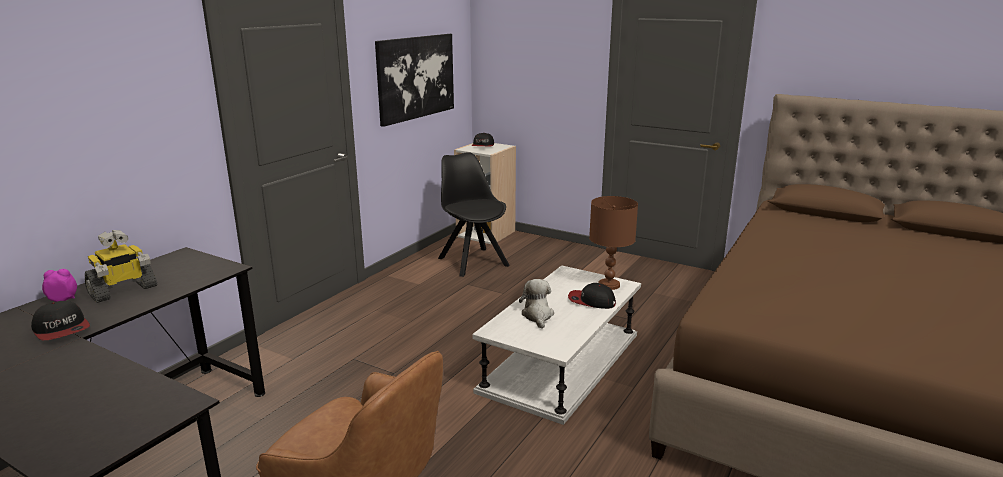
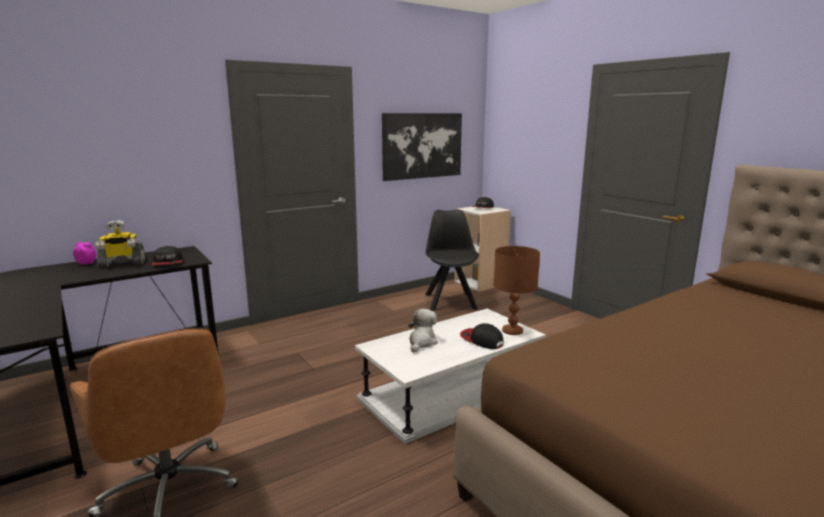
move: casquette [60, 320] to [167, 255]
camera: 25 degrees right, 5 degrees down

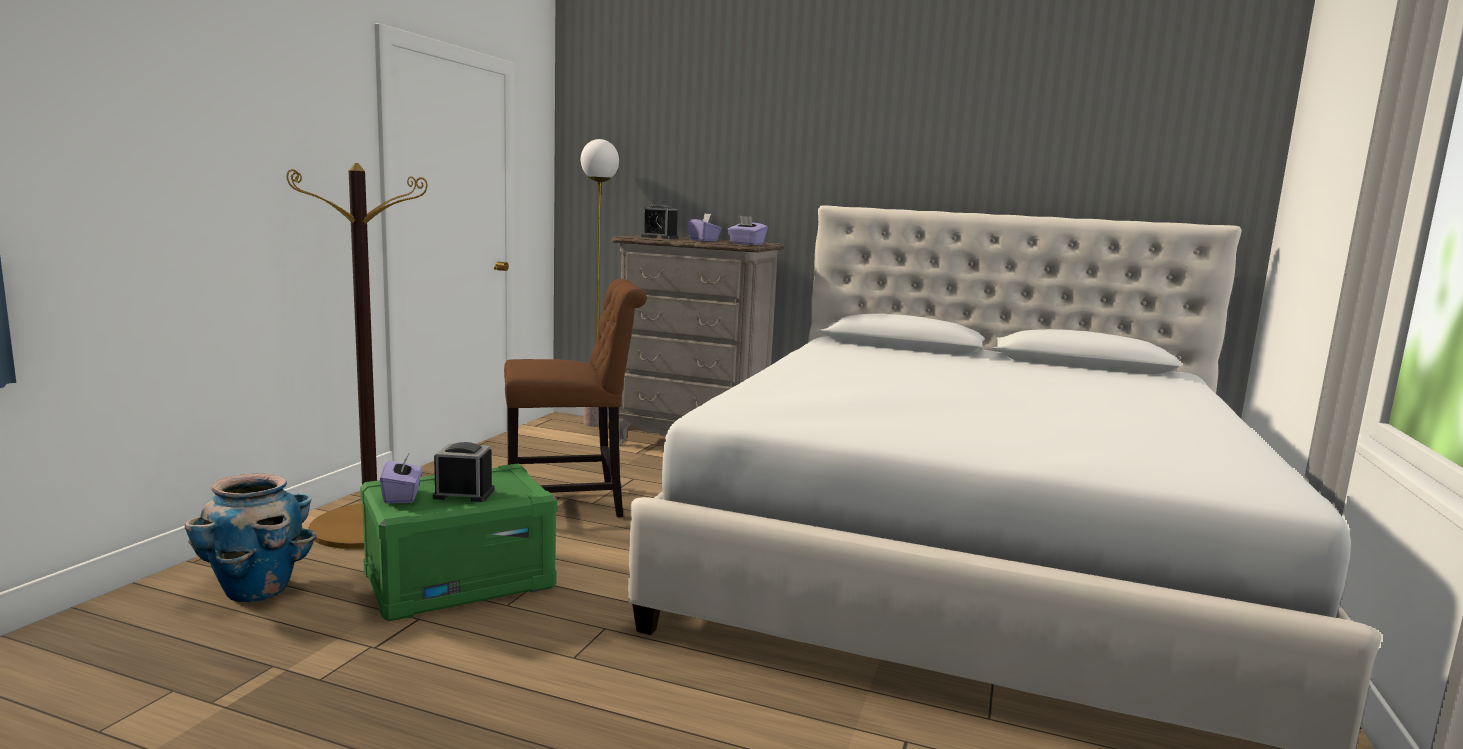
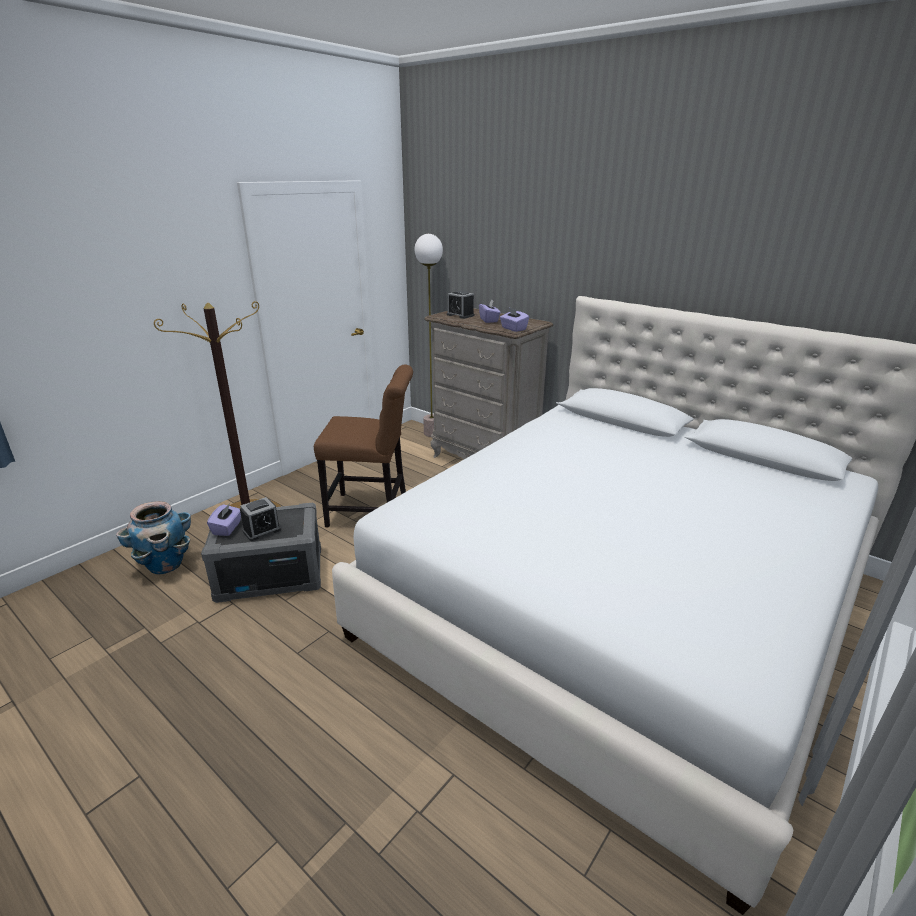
recolor: boîte de rangement (vert) [458, 542] to boîte de rangement (gris) [261, 552]
rotate: réveil [464, 472] = [260, 519] 120 degrees clockwise
camera: 20 degrees right, 15 degrees up

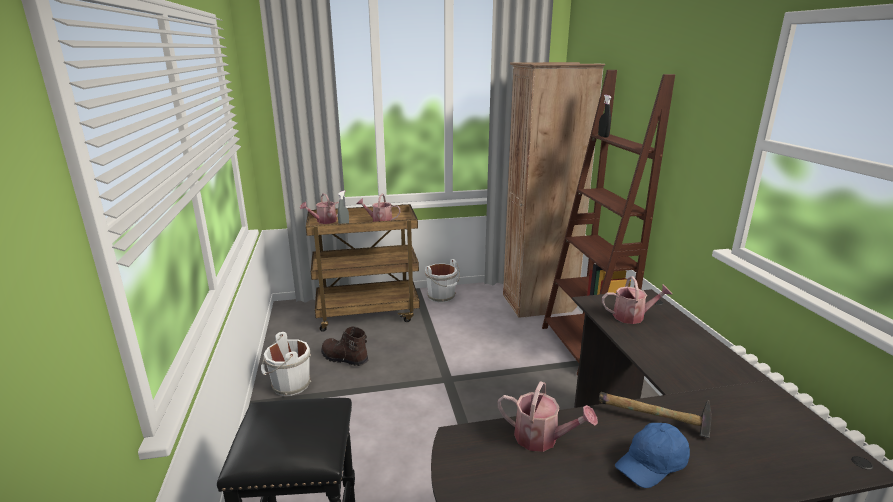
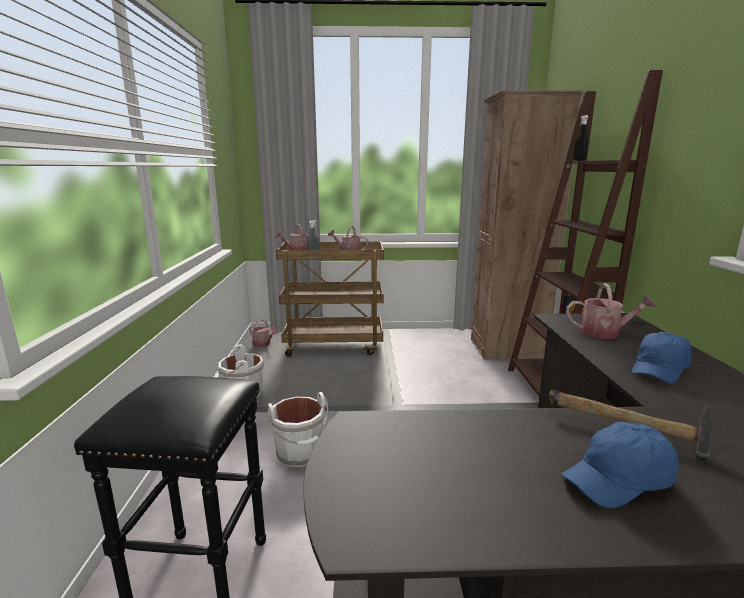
delete: botte (marron) [345, 346]
insert: casquette (bleu) [662, 358]
move: arrosoir [548, 416] to [263, 333]; seau (blanc) [442, 281] to [298, 429]
camera: 10 degrees right, 5 degrees down

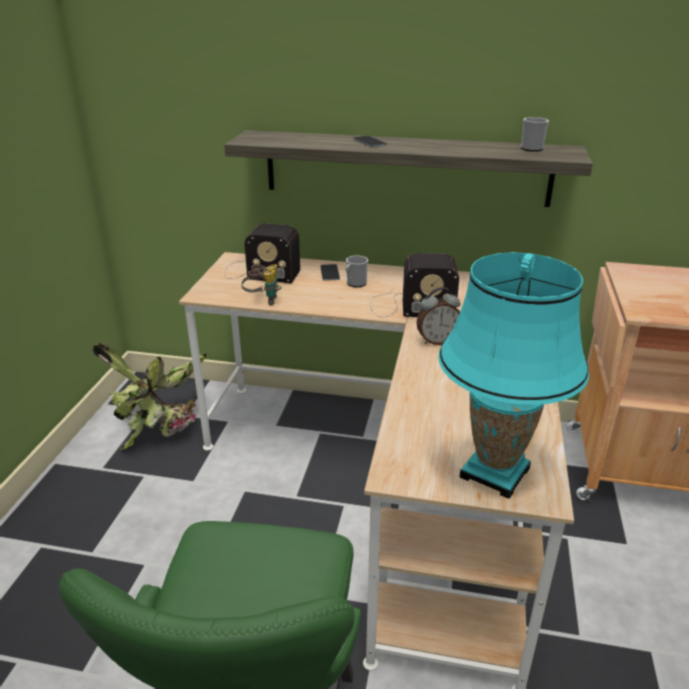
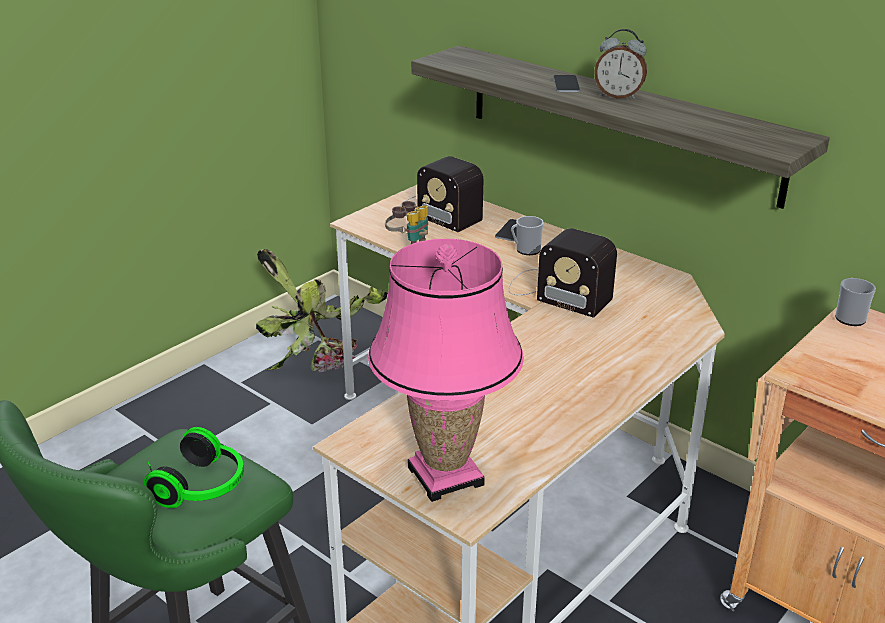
insert: casque audio [193, 467]
move: réveil [438, 316] to [620, 64]; mug [535, 134] to [855, 302]
recolor: lampe de table (turquoise) [513, 375] to lampe de table (rose) [446, 370]
camera: 30 degrees right, 0 degrees up

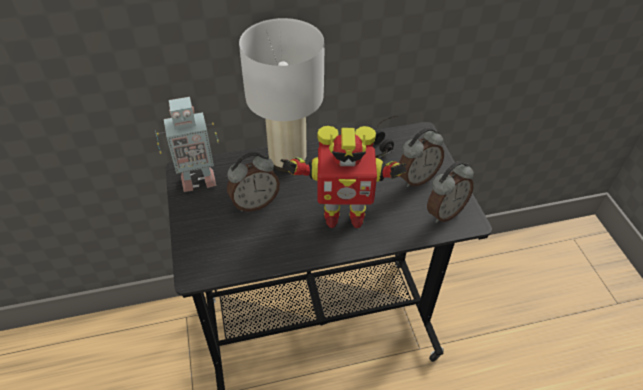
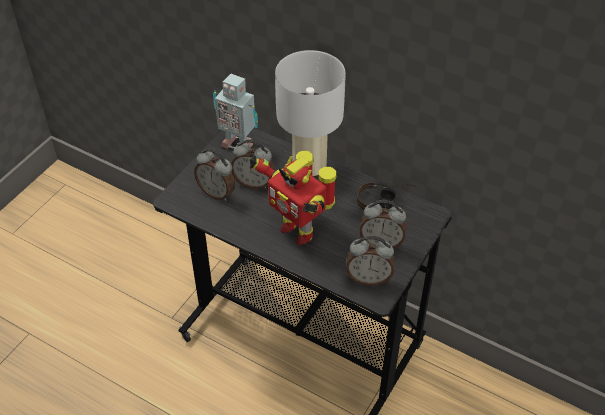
insert: réveil [215, 175]
camera: 45 degrees right, 0 degrees up

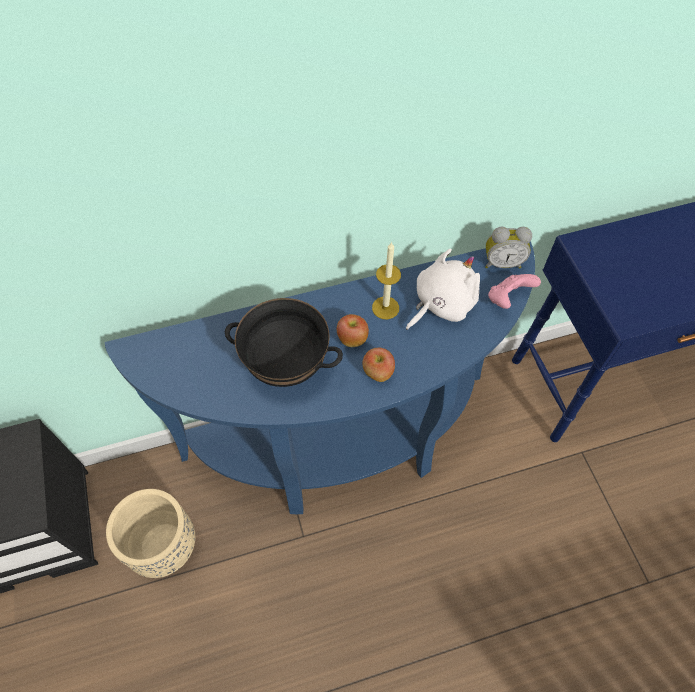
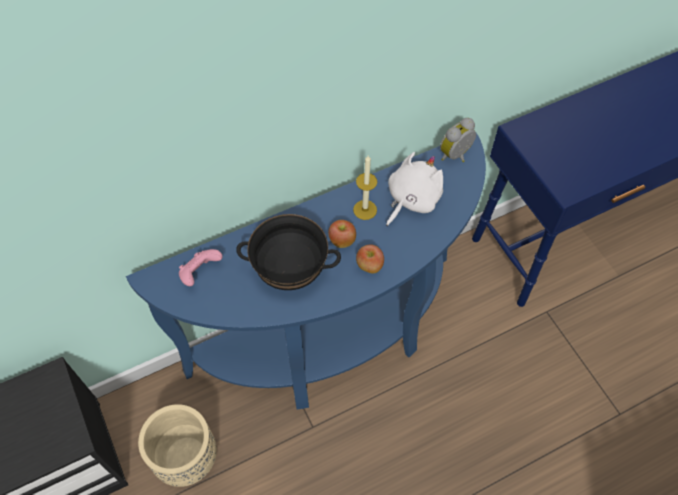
move: manette (rose) [514, 291] to [201, 267]
rotate: réveil [508, 247] = [458, 140] 150 degrees clockwise
camera: 10 degrees left, 0 degrees up

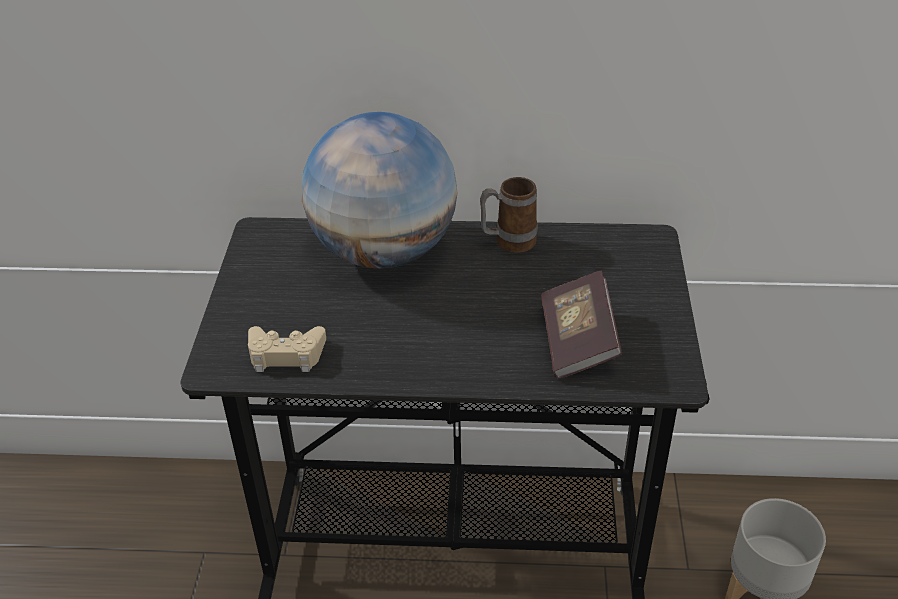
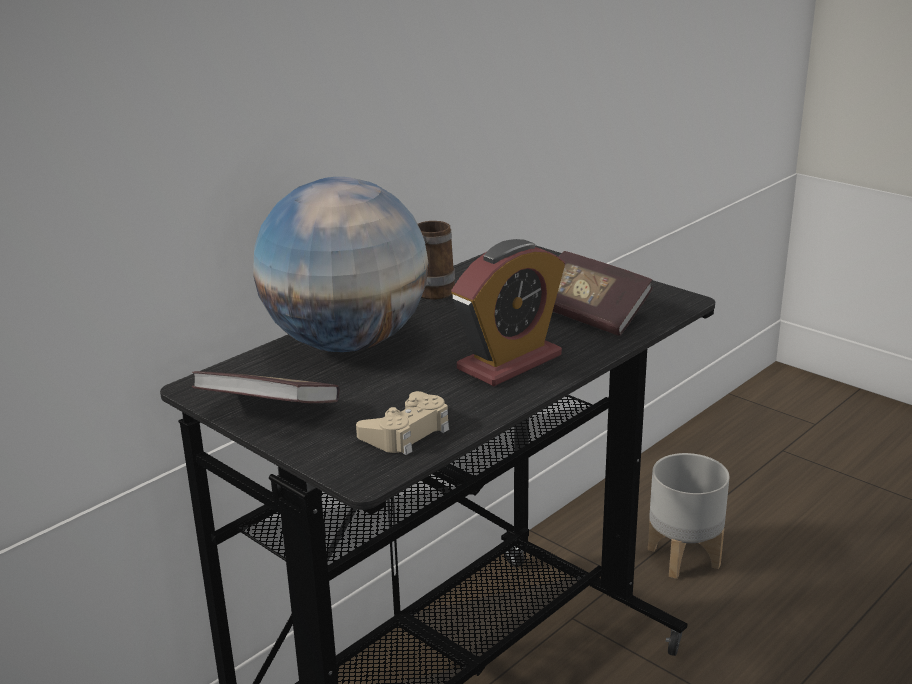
insert: livre [266, 387]; réveil [508, 312]
camera: 50 degrees left, 15 degrees down

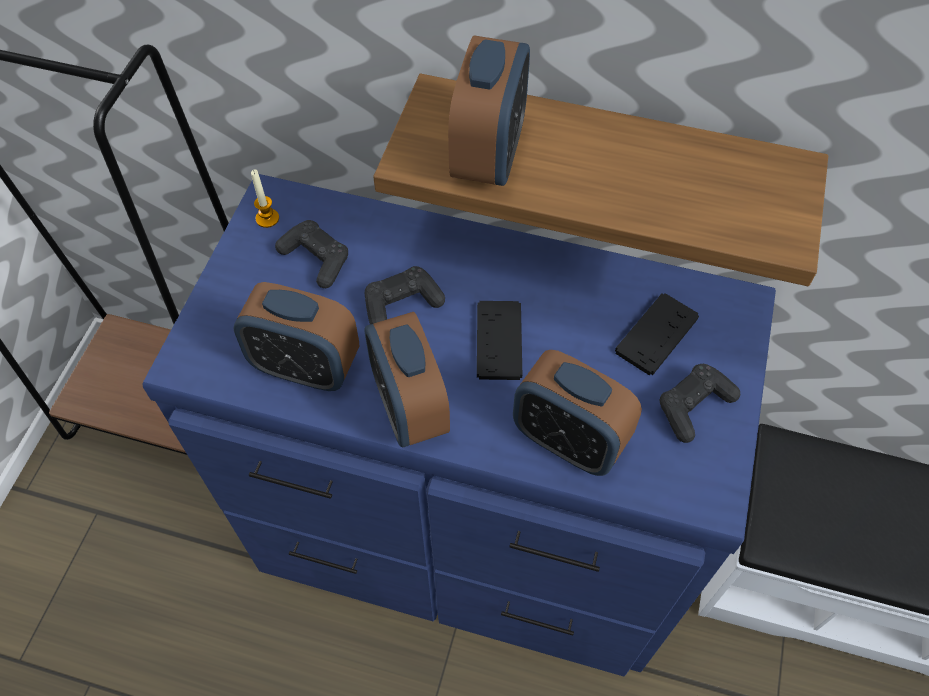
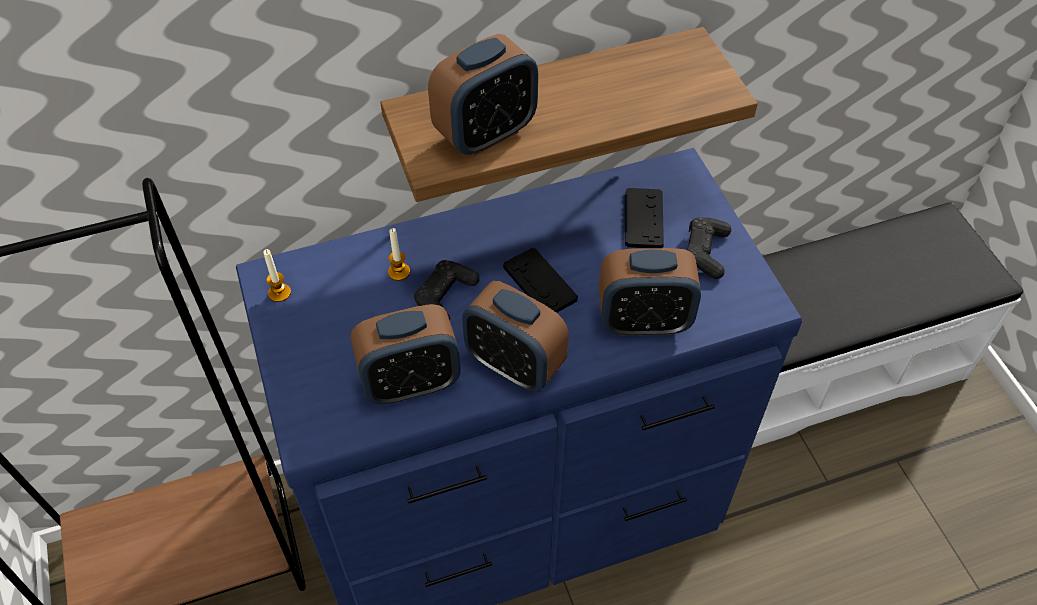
delete: manette (noir) [311, 254]
insert: bougie [399, 254]
rotate: réveil [489, 110] = [483, 95] 75 degrees clockwise
camera: 35 degrees left, 5 degrees down

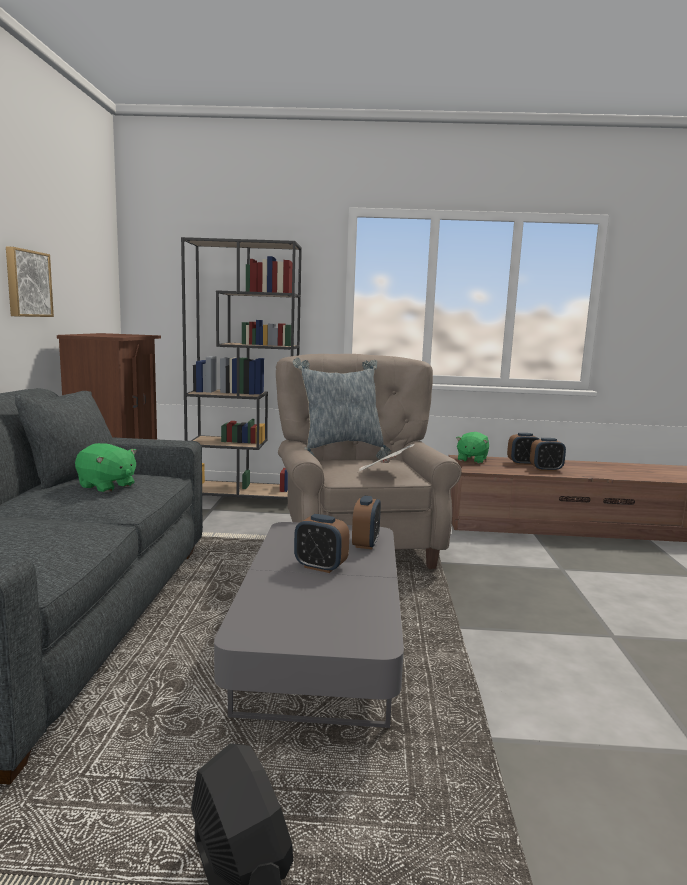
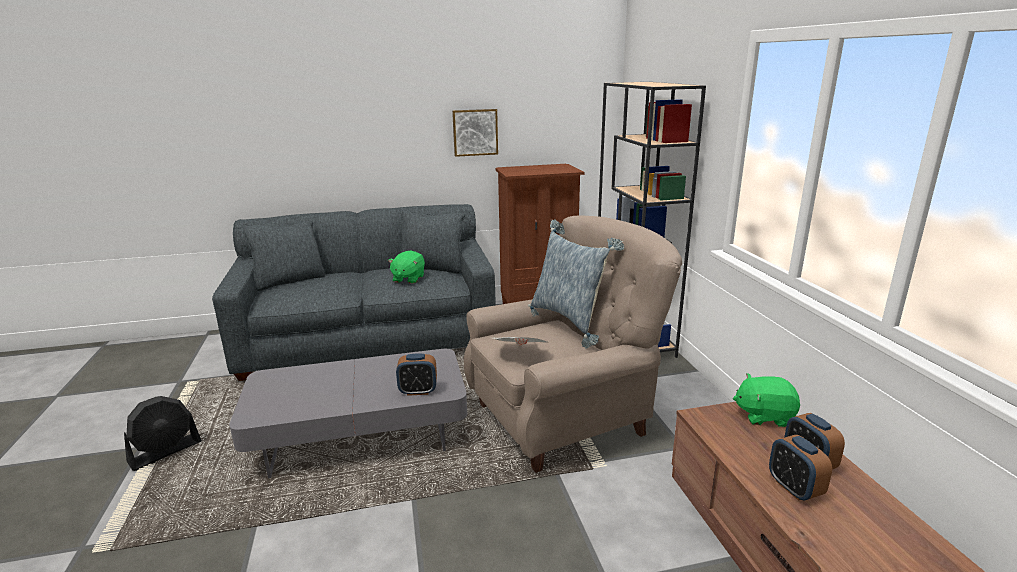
delete: réveil [321, 543]
camera: 75 degrees right, 10 degrees up

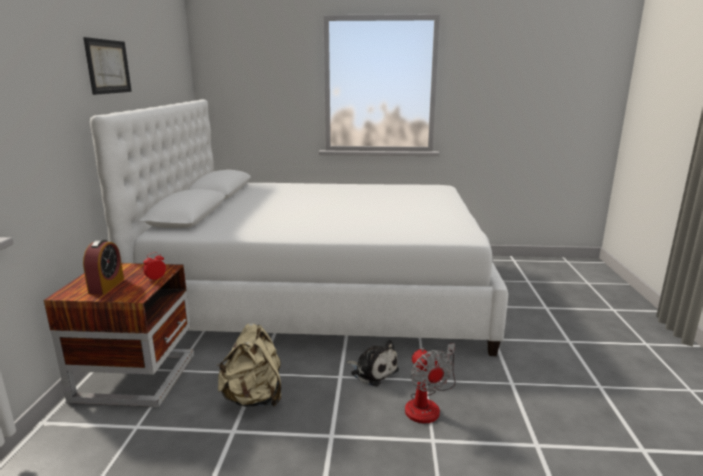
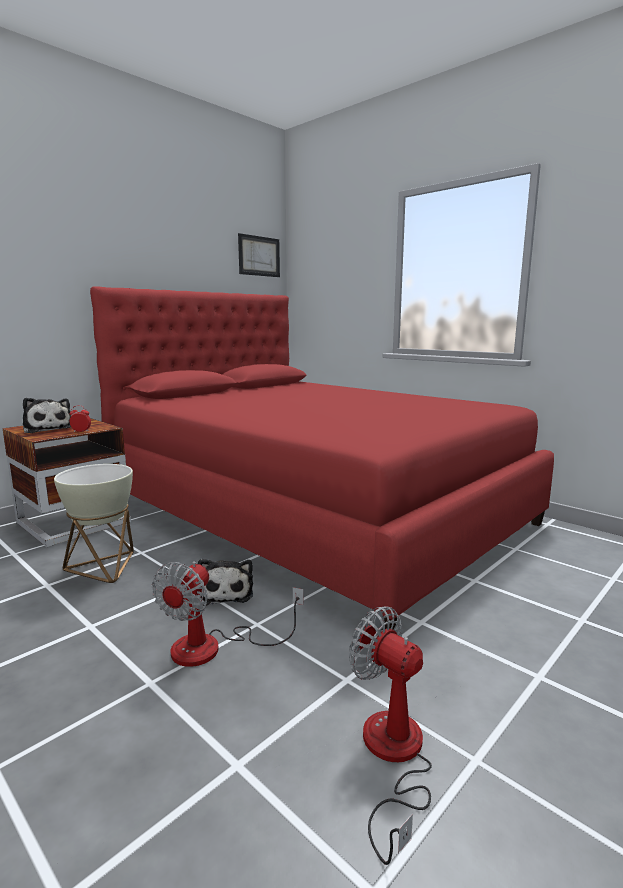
insert: ventilateur [390, 735]
move: tableau [107, 66] to [259, 255]
replace: réveil [103, 267] to peluche [47, 415]; sac à dos (beige) [249, 365] to cache-pot [94, 523]
recolor: lit (blanc) [299, 227] to lit (rouge) [322, 458]
camera: 40 degrees right, 5 degrees down

